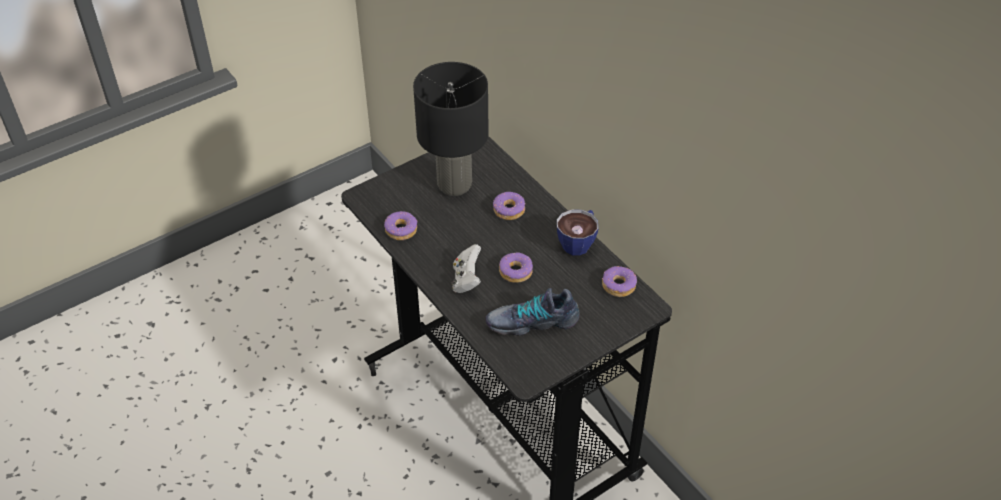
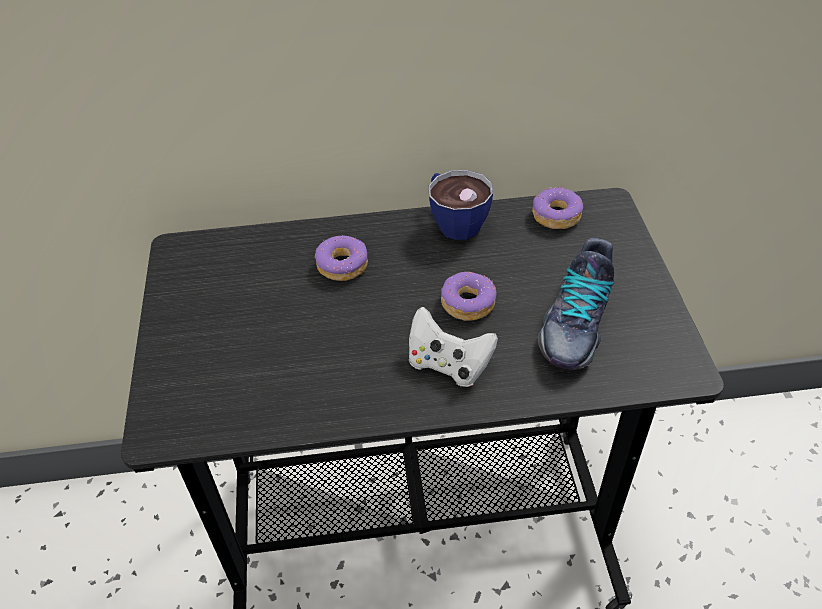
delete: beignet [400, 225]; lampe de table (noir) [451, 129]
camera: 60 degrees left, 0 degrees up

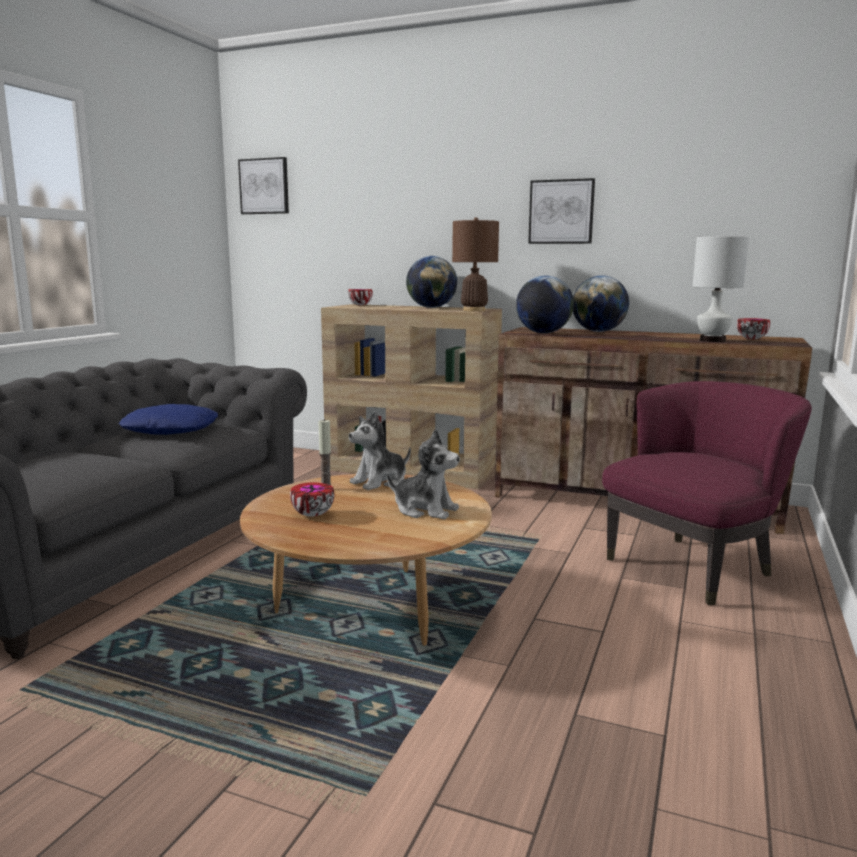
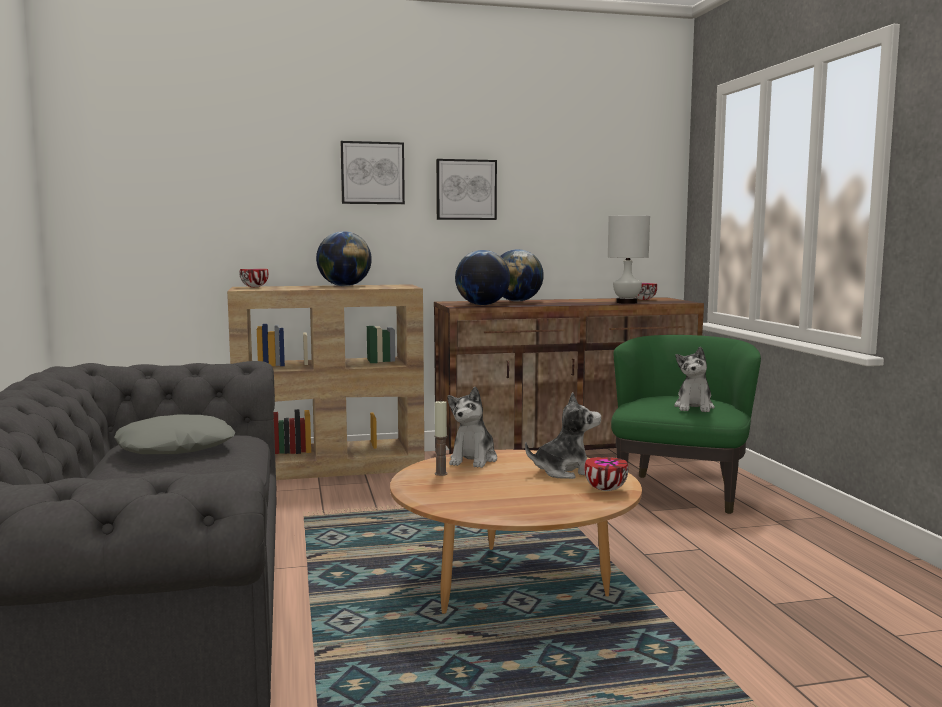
delete: lampe de table (marron) [475, 264]
insert: peluche [694, 379]
move: tableau [263, 185] to [373, 172]; bol [312, 499] to [606, 474]
recolor: coussin (bleu) [168, 419] to coussin (gris) [174, 434]; fauteuil (violet) [707, 493] to fauteuil (vert) [686, 424]
camera: 35 degrees left, 5 degrees down

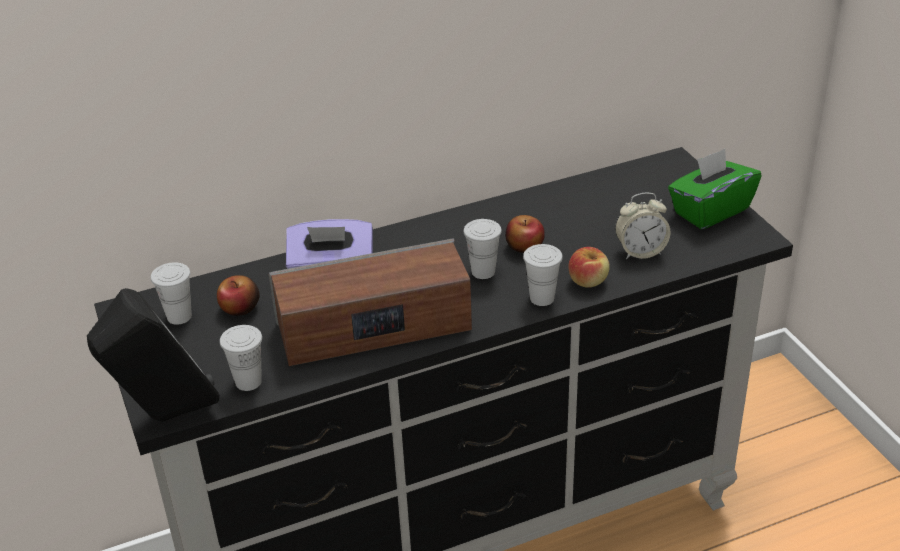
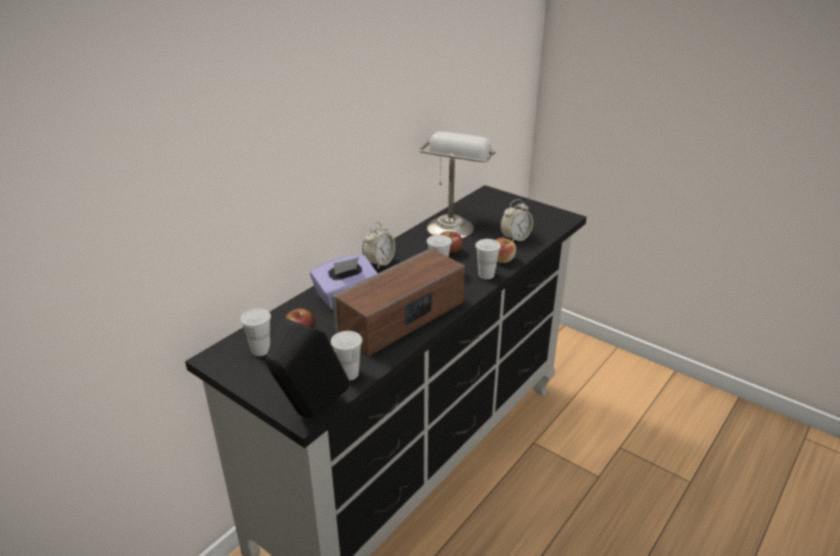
delete: boîte à mouchoirs (vert) [715, 189]
insert: réveil [378, 246]; lampe de table (blanc) [457, 184]
camera: 30 degrees left, 5 degrees down

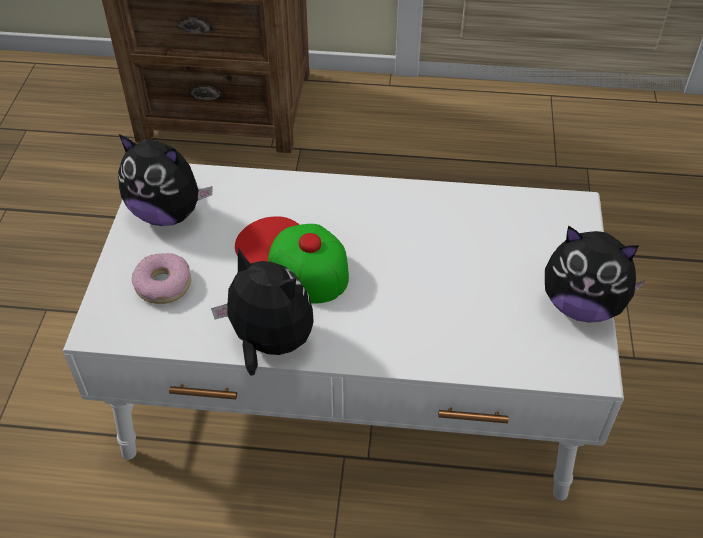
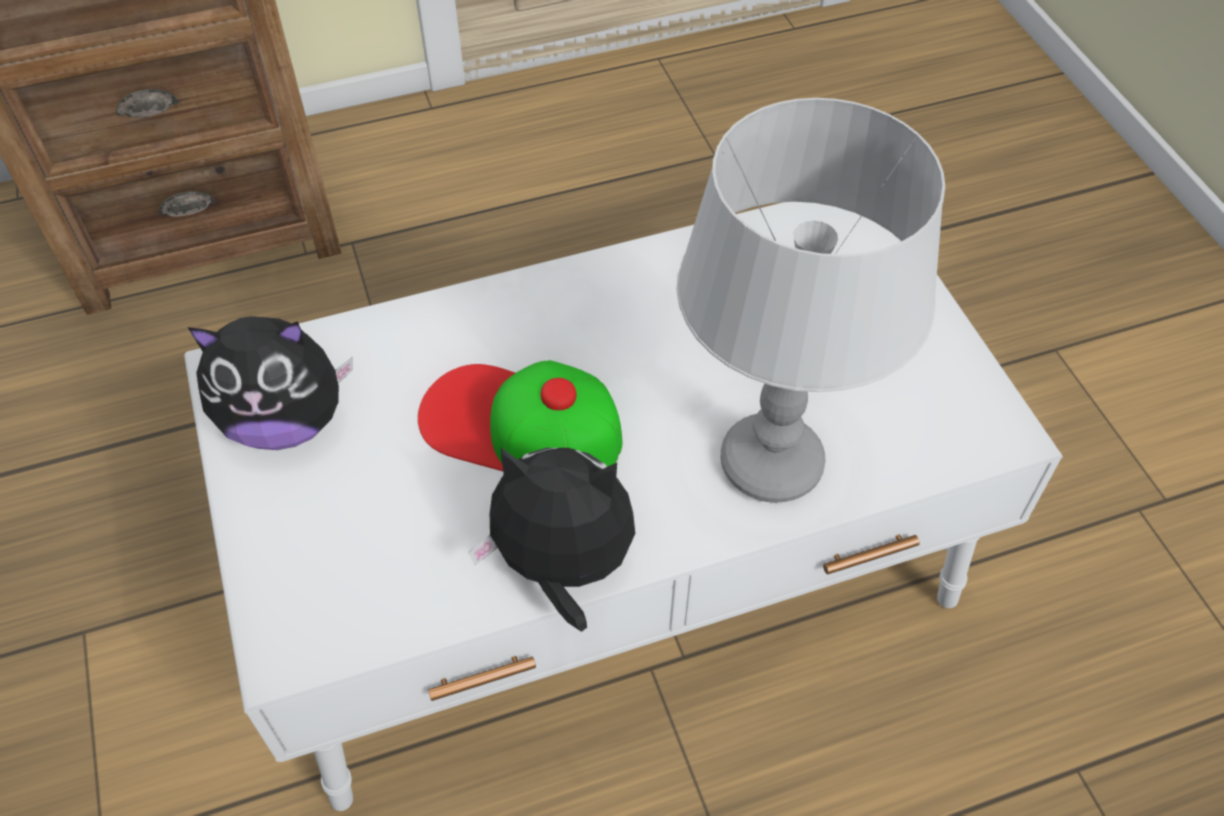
delete: beignet [161, 278]; peluche [595, 274]
insert: lampe de table (gris) [811, 300]
camera: 25 degrees left, 5 degrees up

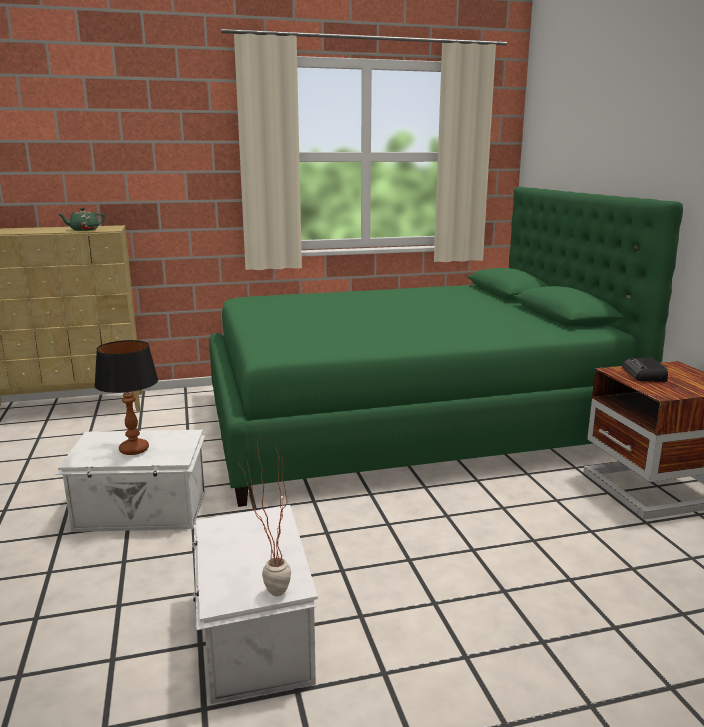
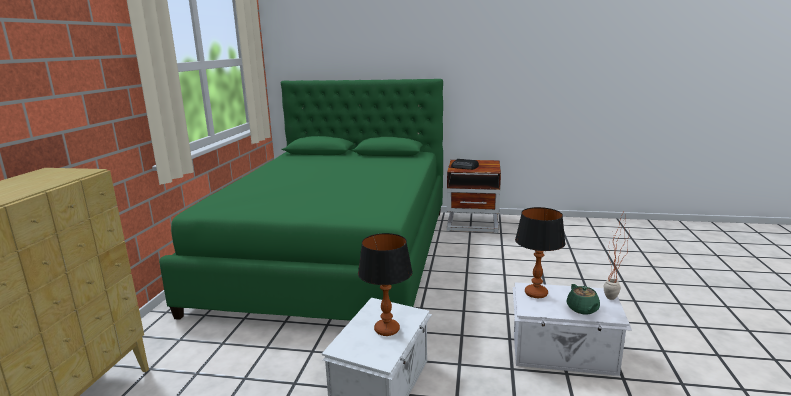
insert: lampe de table [540, 252]
move: théière (vert) [81, 219] to [583, 299]
camera: 65 degrees left, 0 degrees up

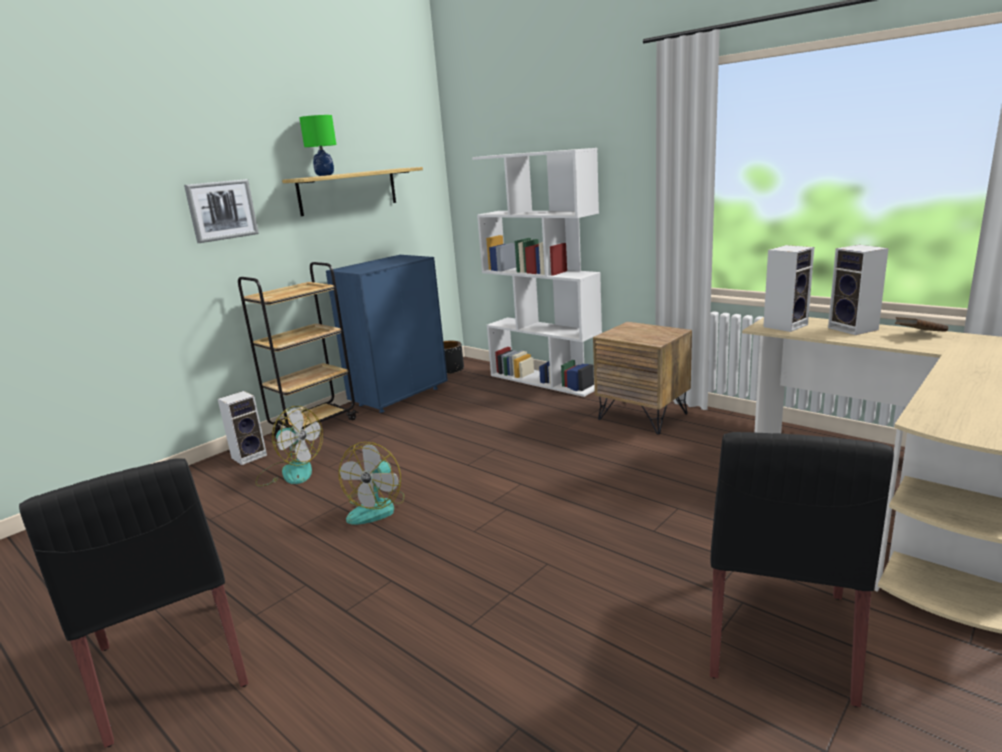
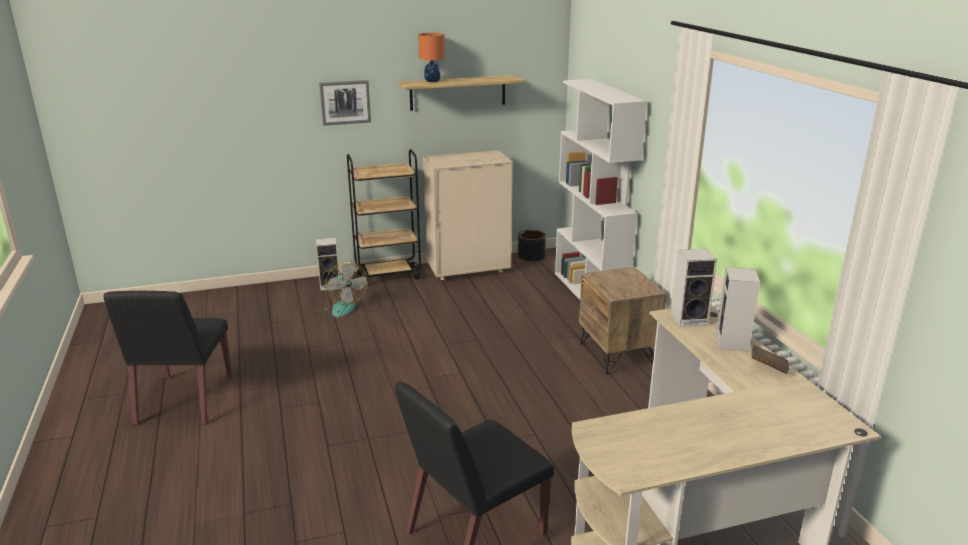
delete: ventilateur [372, 483]
recolor: lampe de table (vert) [317, 145] to lampe de table (orange) [431, 57]; meuble de rangement (bleu) [387, 334] to meuble de rangement (beige) [468, 215]
camera: 30 degrees right, 5 degrees up

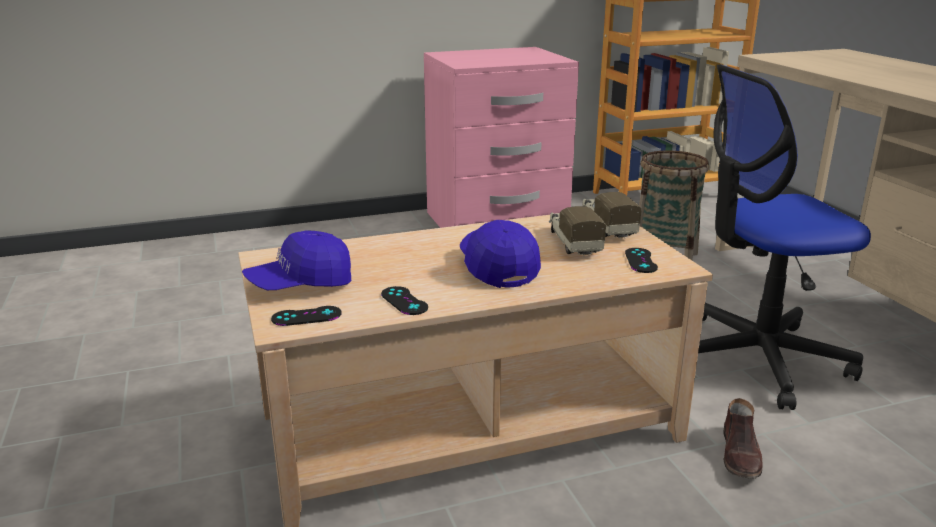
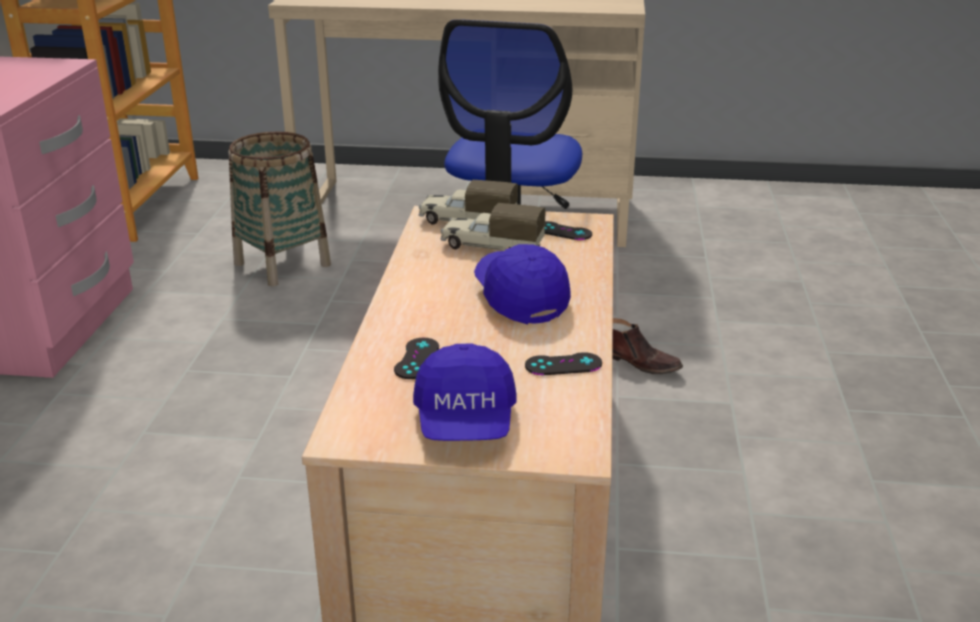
move: manette (noir) [306, 316] to [416, 358]
rotate: casquette (bleu) [500, 254] = [522, 284] 60 degrees clockwise
camera: 65 degrees left, 5 degrees up

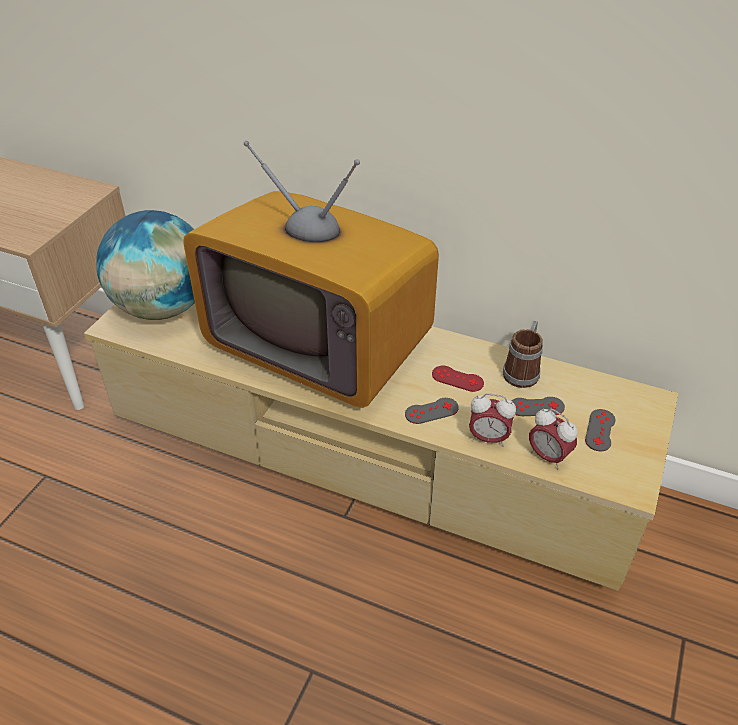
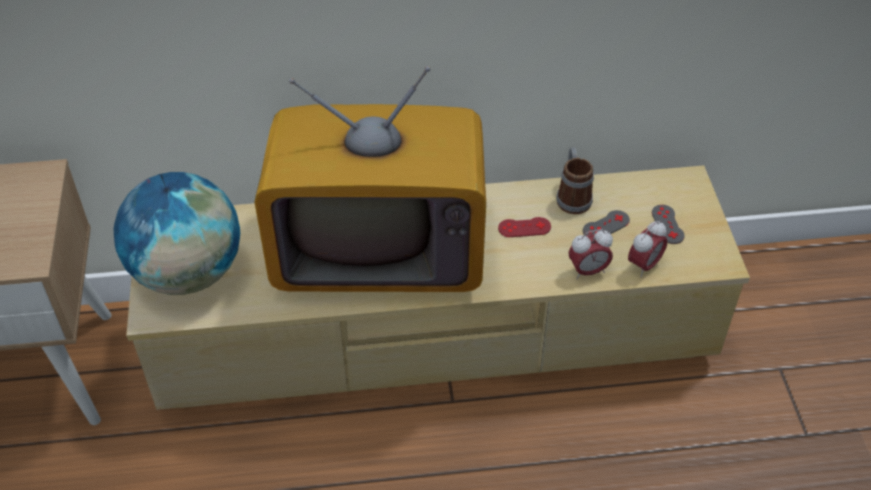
delete: manette (gris) [432, 411]
rotate: réveil [553, 438] = [647, 249] 60 degrees counterclockwise
camera: 30 degrees left, 5 degrees up

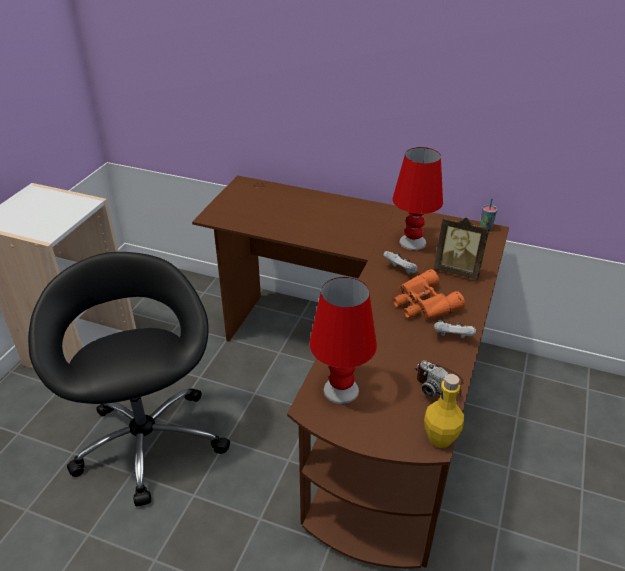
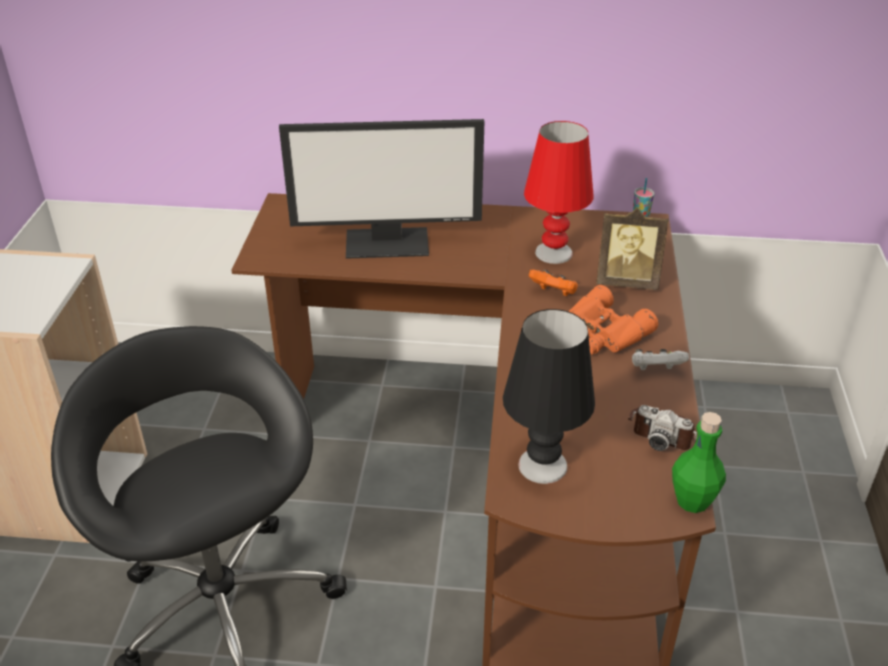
insert: écran d'ordinateur [381, 189]
recolor: lampe de table (rouge) [343, 340] to lampe de table (noir) [549, 396]; manette (blanc) [400, 262] to manette (orange) [553, 283]; bouteille (jaune) [444, 411] to bouteille (vert) [699, 462]
camera: 15 degrees left, 0 degrees up

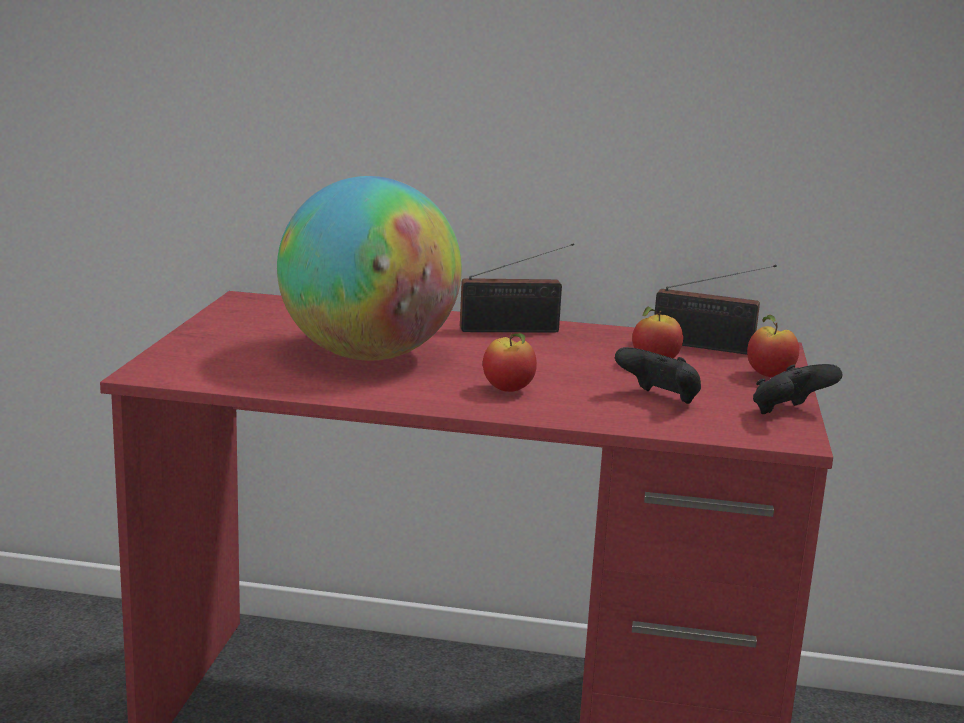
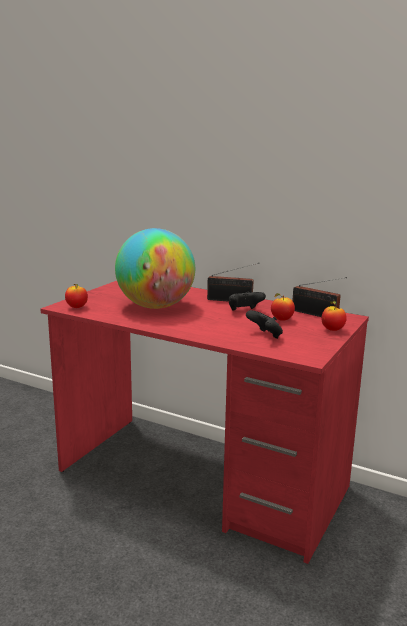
move: pomme [510, 362] to [76, 296]; manette (noir) [798, 389] to [247, 301]
camera: 20 degrees right, 0 degrees up

